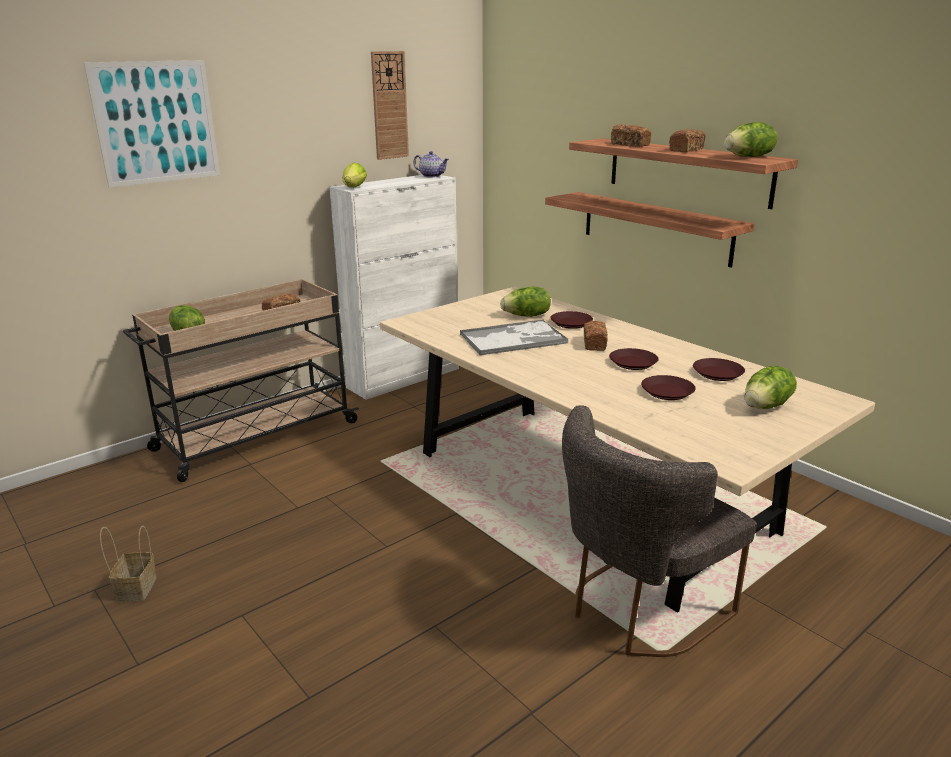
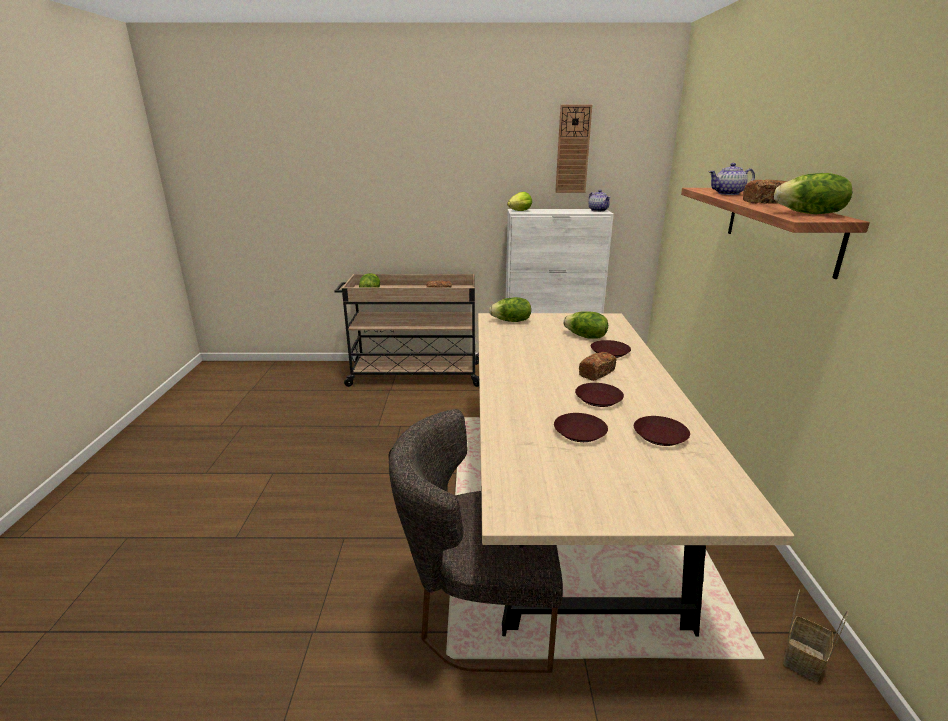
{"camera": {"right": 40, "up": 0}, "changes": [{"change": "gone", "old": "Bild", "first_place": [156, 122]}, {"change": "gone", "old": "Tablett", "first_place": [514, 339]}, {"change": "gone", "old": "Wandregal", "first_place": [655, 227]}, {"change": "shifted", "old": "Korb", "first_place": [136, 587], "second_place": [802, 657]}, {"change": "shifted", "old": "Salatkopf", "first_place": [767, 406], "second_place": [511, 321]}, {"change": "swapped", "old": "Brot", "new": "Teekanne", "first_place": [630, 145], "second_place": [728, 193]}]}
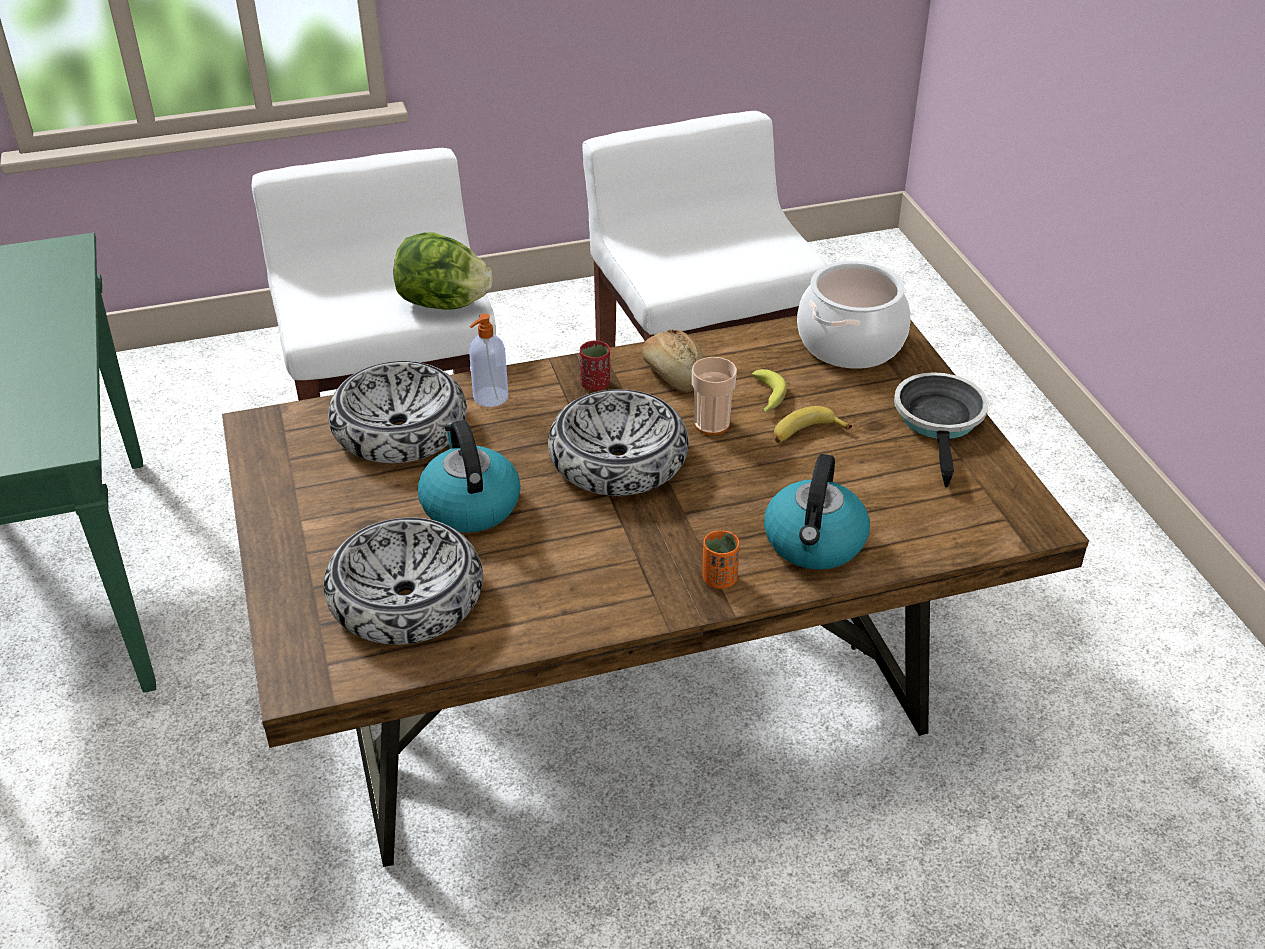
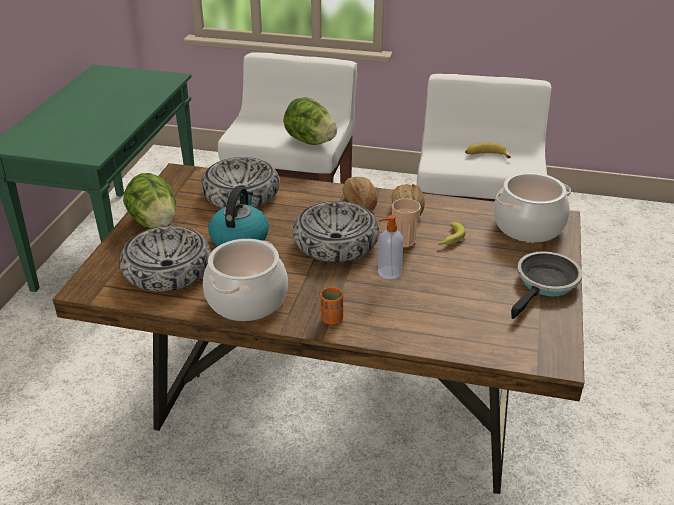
{"camera": {"right": 30, "up": -5}, "changes": [{"change": "gone", "old": "Wasserkessel", "first_place": [814, 543]}, {"change": "new", "new": "Salatkopf", "second_place": [154, 222]}, {"change": "new", "new": "Kochtopf", "second_place": [247, 300]}, {"change": "shifted", "old": "Seifenspender", "first_place": [489, 397], "second_place": [388, 272]}, {"change": "shifted", "old": "Banane", "first_place": [806, 434], "second_place": [486, 155]}, {"change": "swapped", "old": "Tasse [rot]", "new": "Brot", "first_place": [595, 384], "second_place": [359, 203]}]}
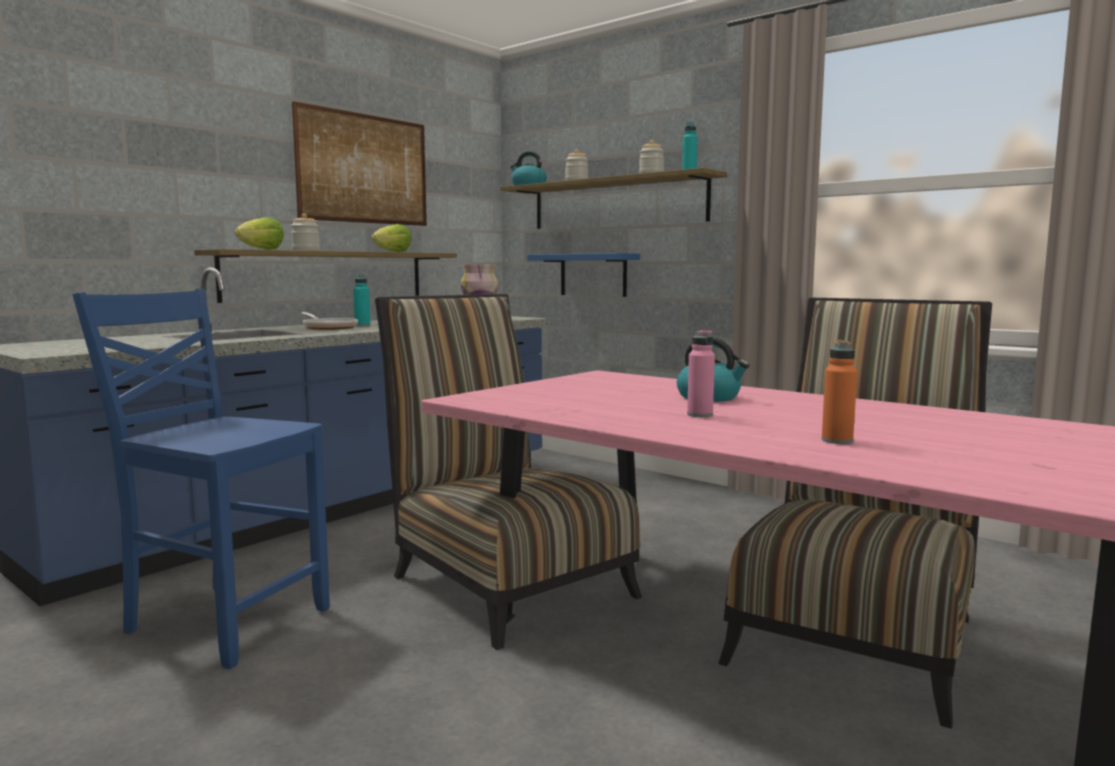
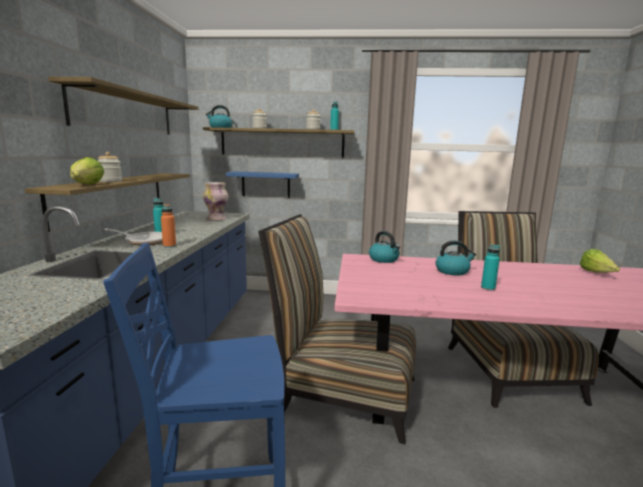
{"camera": {"right": -35, "up": 5}, "changes": [{"change": "new", "new": "Wasserkessel", "second_place": [384, 259]}, {"change": "shifted", "old": "Salatkopf", "first_place": [392, 252], "second_place": [596, 273]}, {"change": "shifted", "old": "Flasche [orange]", "first_place": [837, 441], "second_place": [169, 246]}, {"change": "swapped", "old": "Bild", "new": "Wandregal", "first_place": [364, 169], "second_place": [126, 113]}, {"change": "repainted", "old": "Flasche [rosa]", "new": "Flasche [türkis]", "first_place": [700, 415], "second_place": [488, 288]}]}
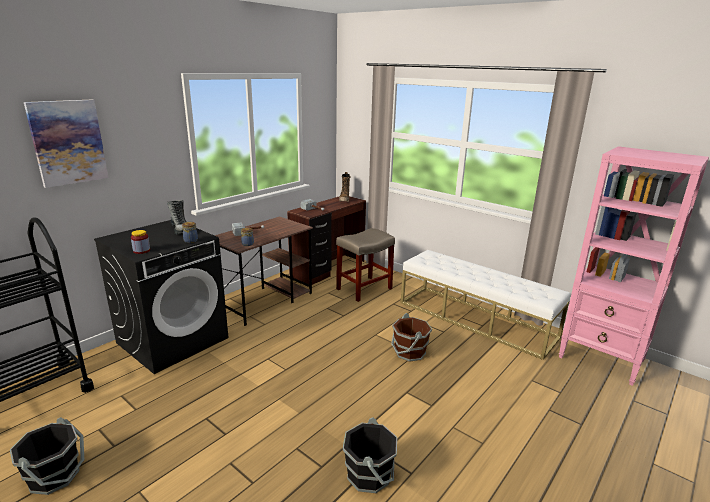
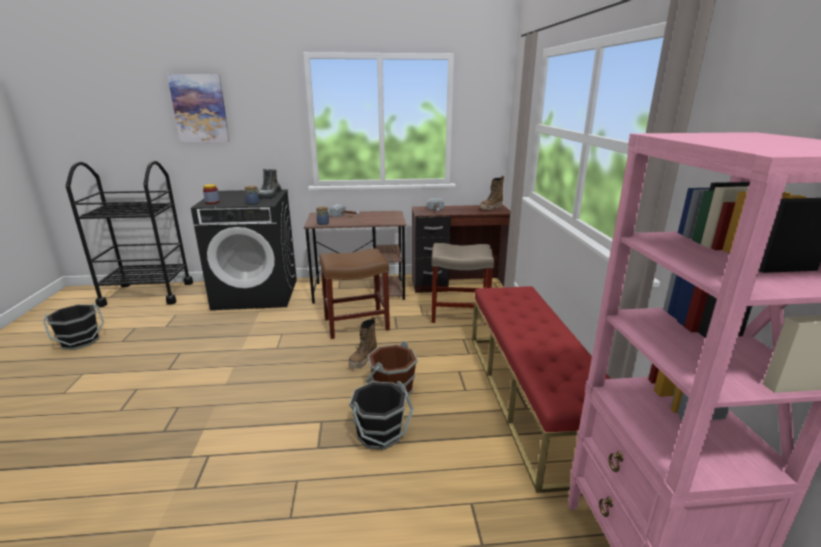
{"camera": {"right": 45, "up": 0}, "changes": [{"change": "new", "new": "Hocker [braun]", "second_place": [355, 324]}, {"change": "new", "new": "Stiefel", "second_place": [363, 360]}, {"change": "shifted", "old": "Eimer [schwarz]", "first_place": [370, 474], "second_place": [380, 434]}, {"change": "repainted", "old": "Bank [weiß]", "new": "Bank [rot]", "first_place": [476, 319], "second_place": [531, 398]}]}
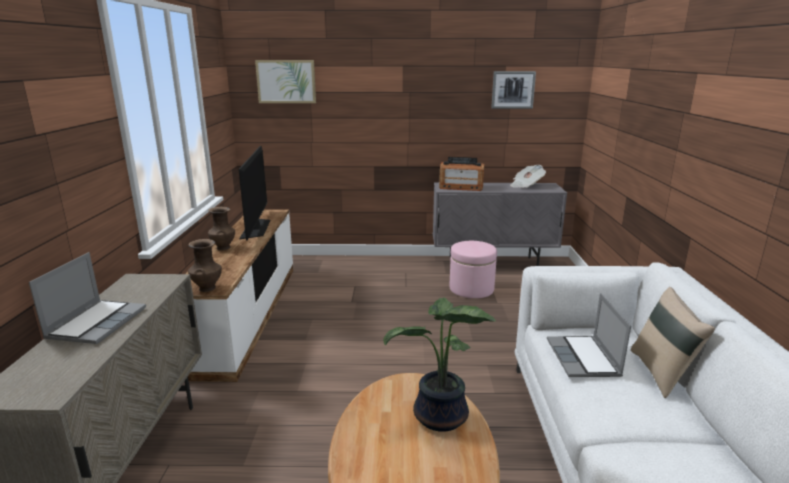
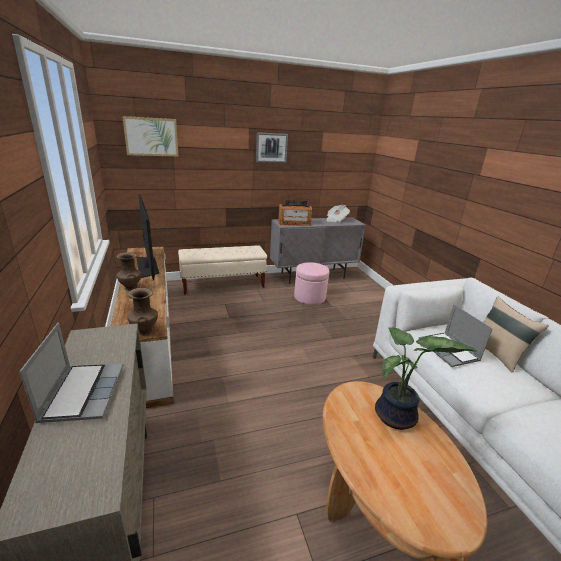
{"camera": {"right": -20, "up": 5}, "changes": [{"change": "new", "new": "Bank [beige]", "second_place": [223, 285]}, {"change": "shifted", "old": "Bild", "first_place": [513, 90], "second_place": [271, 147]}]}
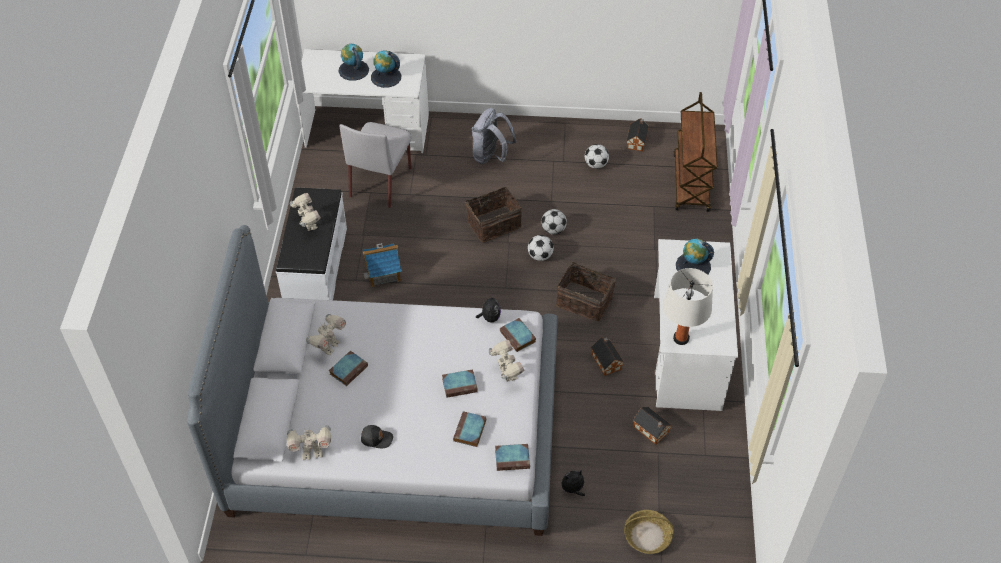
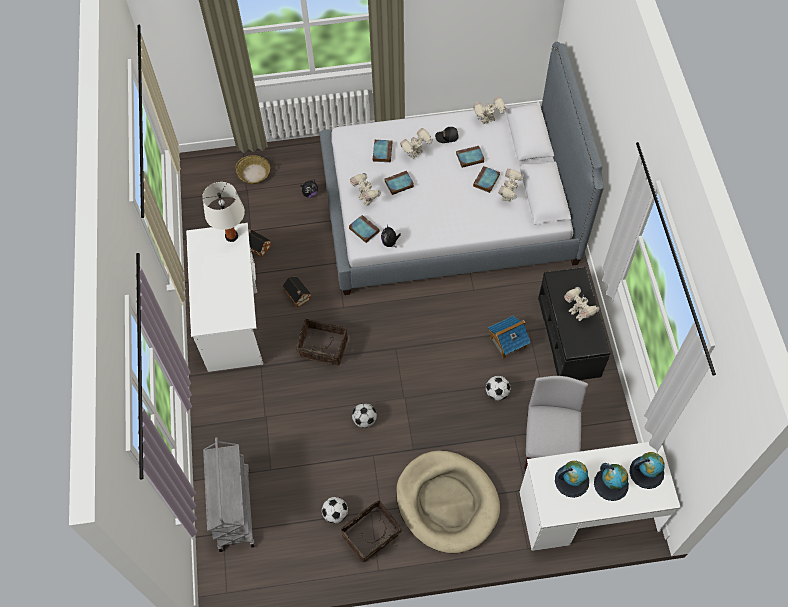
{"camera": {"right": 170, "up": 10}, "changes": [{"change": "gone", "old": "Spielzeughaus", "first_place": [637, 141]}, {"change": "new", "new": "Spielzeugroboter", "second_place": [416, 154]}, {"change": "shifted", "old": "Korb", "first_place": [493, 223], "second_place": [372, 536]}, {"change": "shifted", "old": "Buch", "first_place": [513, 458], "second_place": [469, 158]}, {"change": "shifted", "old": "Fußball", "first_place": [540, 256], "second_place": [497, 393]}, {"change": "shifted", "old": "Globus", "first_place": [693, 266], "second_place": [646, 472]}, {"change": "swapped", "old": "Rucksack [grau]", "new": "Hundebett [beige]", "first_place": [491, 156], "second_place": [447, 502]}, {"change": "repainted", "old": "Bank [weiß]", "new": "Bank [schwarz]", "first_place": [315, 266], "second_place": [569, 336]}, {"change": "repainted", "old": "Rollwagen [braun]", "new": "Rollwagen [grau]", "first_place": [691, 184], "second_place": [233, 507]}]}
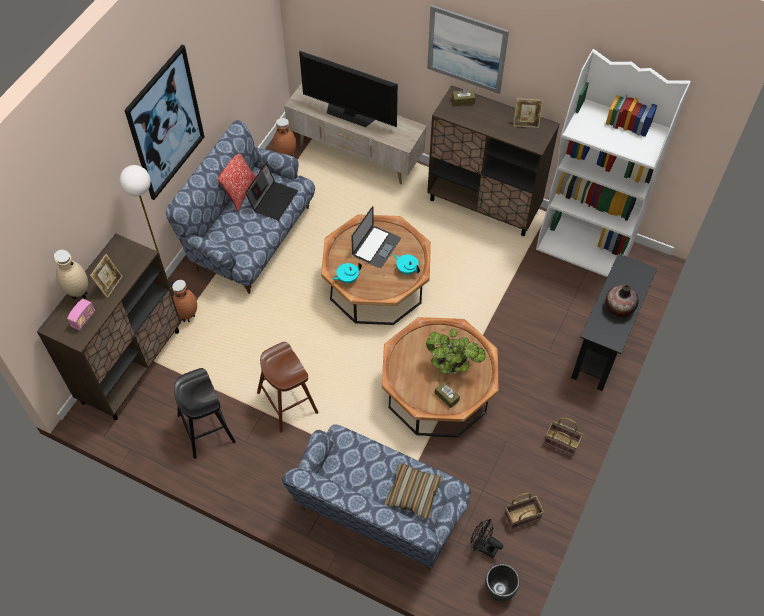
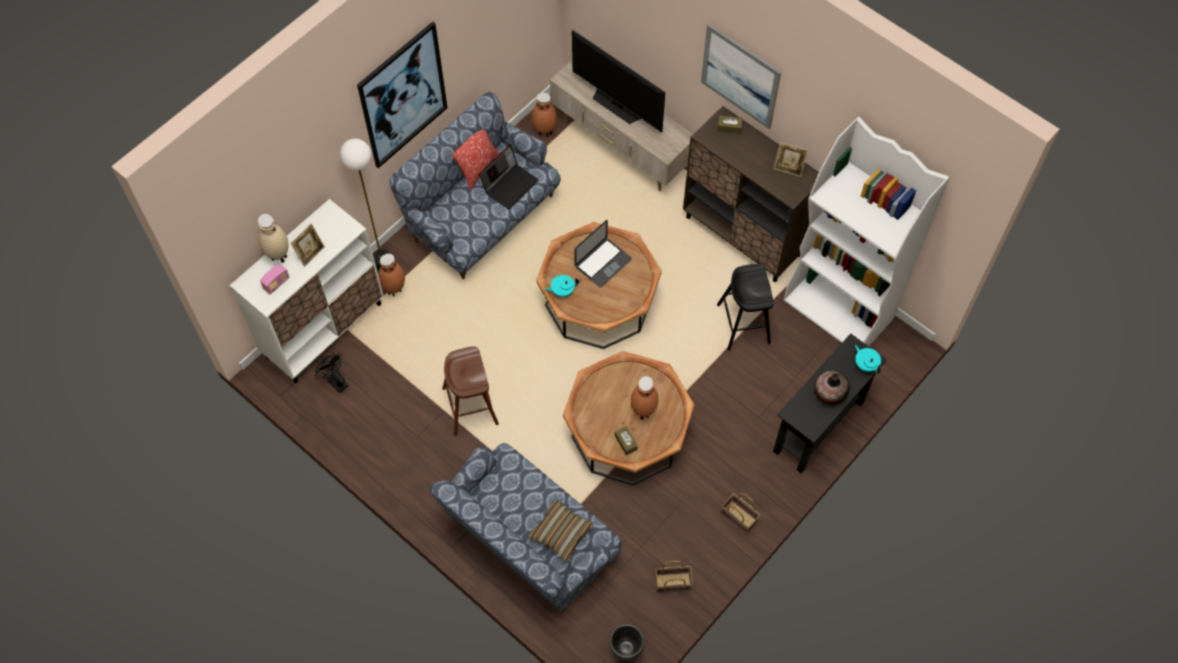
{"camera": {"right": 15, "up": 5}, "changes": [{"change": "shifted", "old": "Hocker [schwarz]", "first_place": [206, 428], "second_place": [743, 324]}, {"change": "shifted", "old": "Teekanne [türkis]", "first_place": [407, 269], "second_place": [865, 364]}, {"change": "shifted", "old": "Ventilator [schwarz]", "first_place": [483, 547], "second_place": [335, 381]}, {"change": "swapped", "old": "Topfpflanze", "new": "Vase [braun]", "first_place": [453, 366], "second_place": [642, 412]}, {"change": "repainted", "old": "Schrank [braun]", "new": "Schrank [weiß]", "first_place": [131, 366], "second_place": [324, 330]}]}
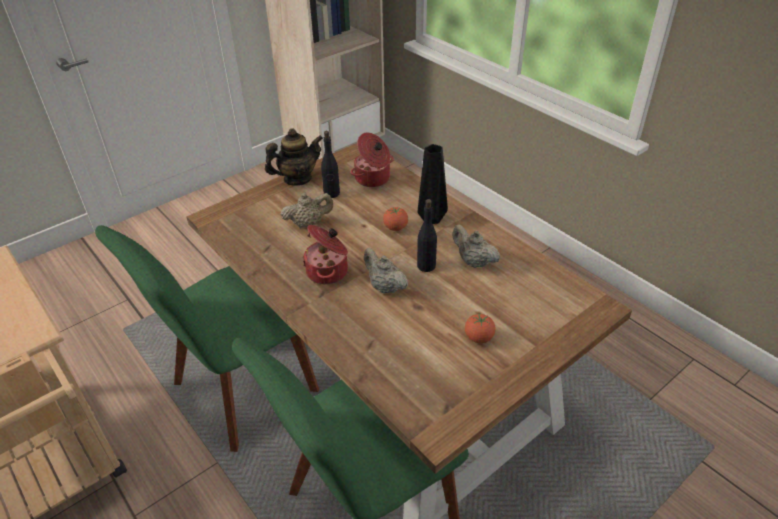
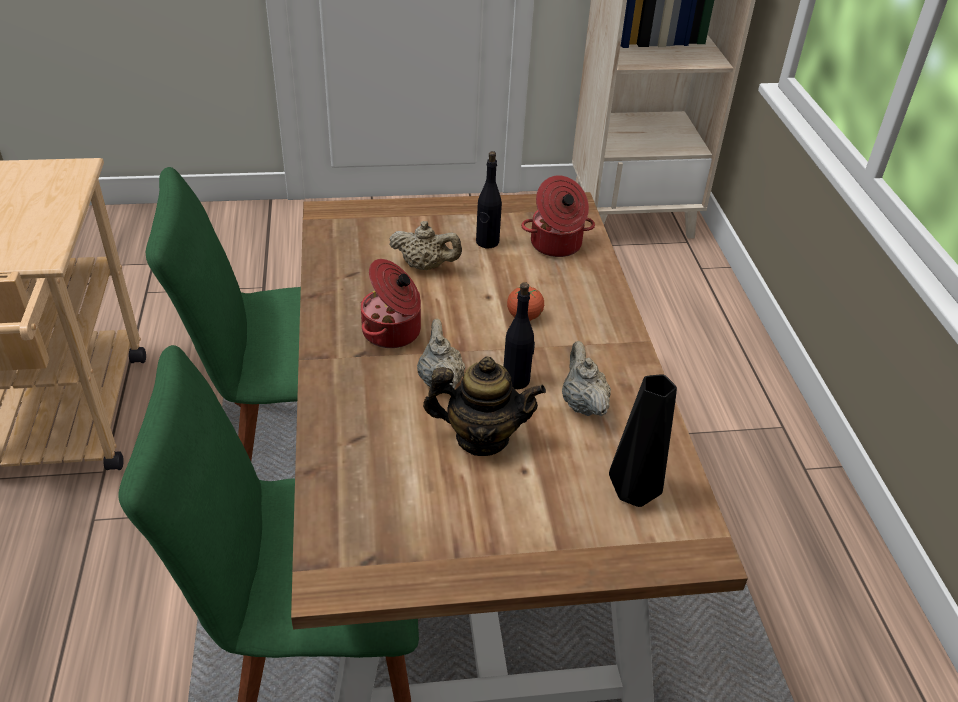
{"camera": {"right": 30, "up": 0}, "changes": [{"change": "gone", "old": "Tomate", "first_place": [478, 338]}, {"change": "shifted", "old": "Teekanne", "first_place": [297, 179], "second_place": [482, 438]}, {"change": "shifted", "old": "Vase [schwarz]", "first_place": [431, 220], "second_place": [633, 495]}]}
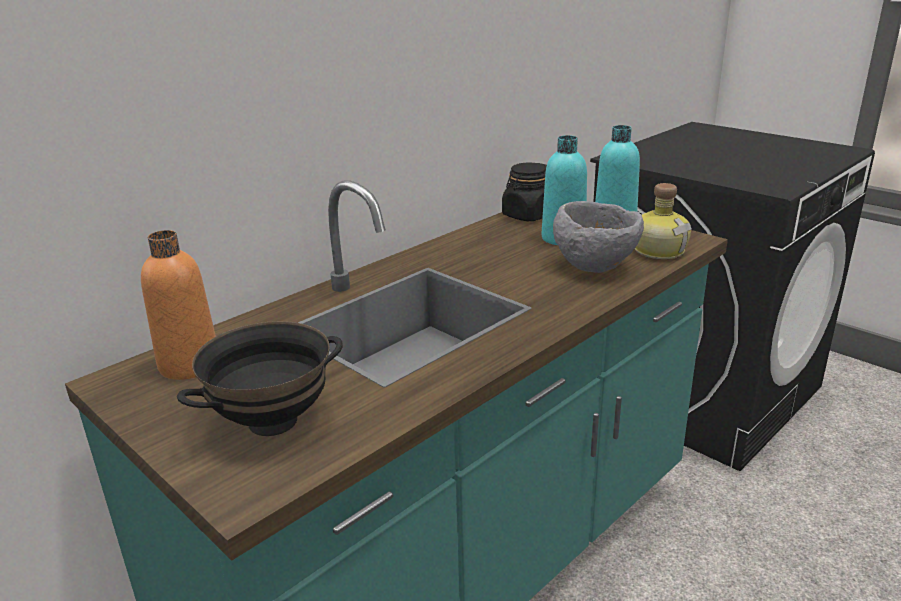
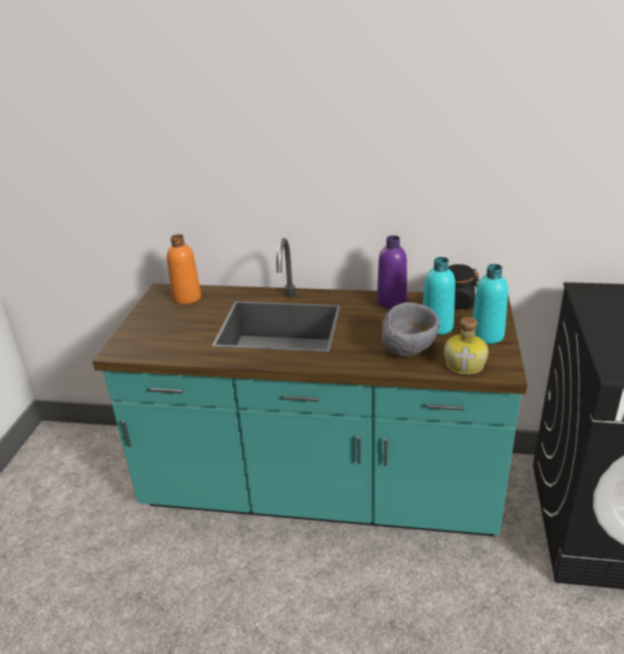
{"camera": {"right": 55, "up": 5}, "changes": [{"change": "gone", "old": "Schüssel [schwarz]", "first_place": [273, 422]}, {"change": "new", "new": "Flasche [lila]", "second_place": [391, 301]}]}
